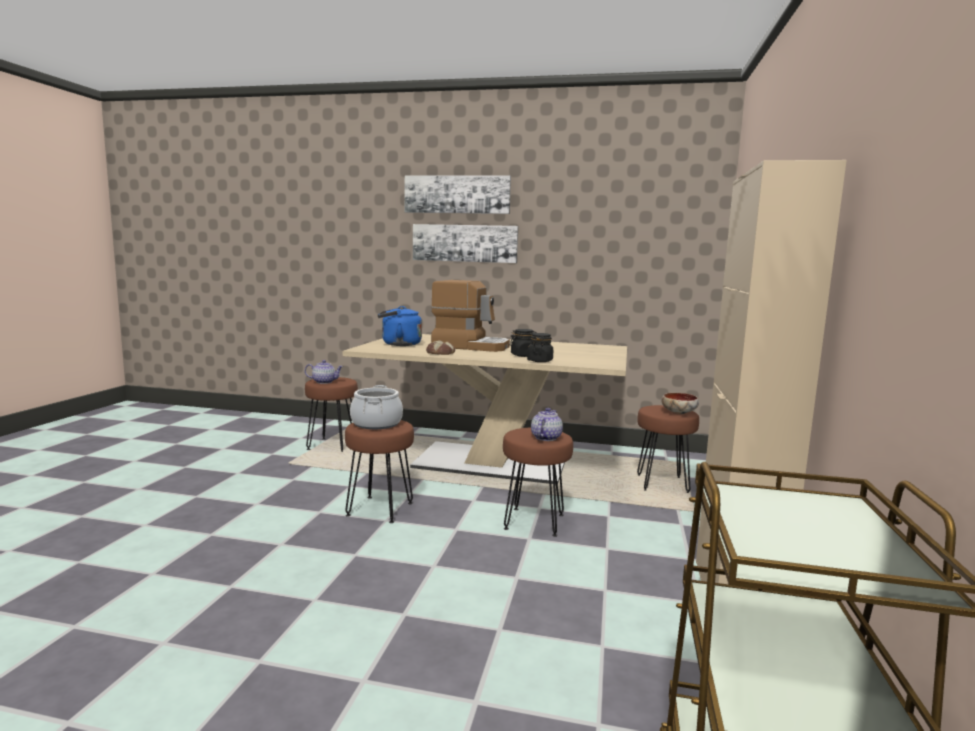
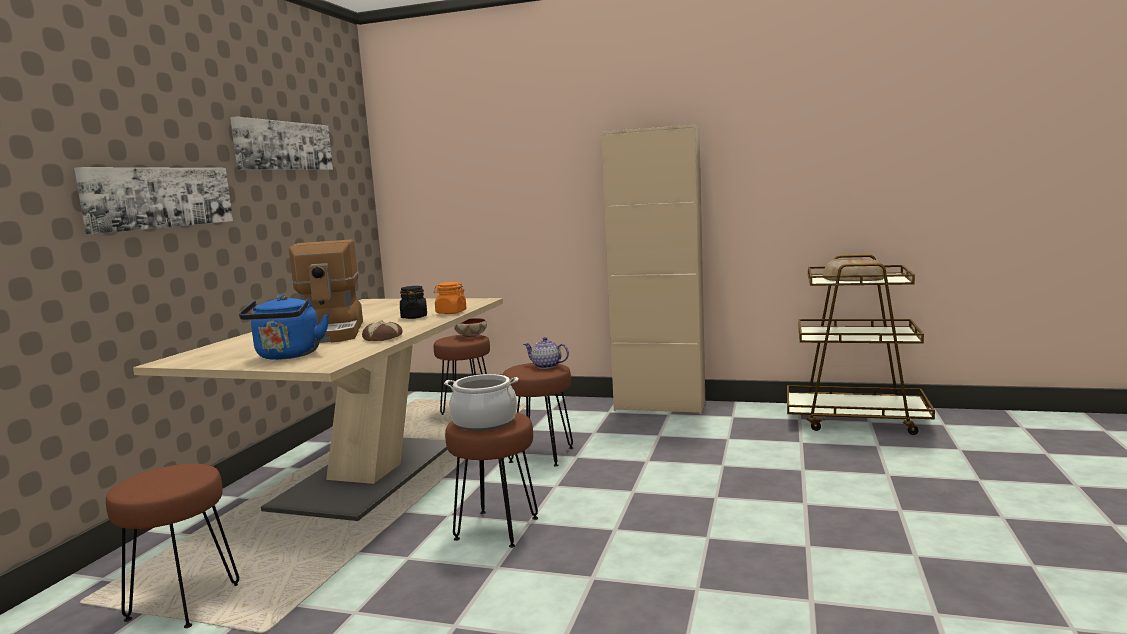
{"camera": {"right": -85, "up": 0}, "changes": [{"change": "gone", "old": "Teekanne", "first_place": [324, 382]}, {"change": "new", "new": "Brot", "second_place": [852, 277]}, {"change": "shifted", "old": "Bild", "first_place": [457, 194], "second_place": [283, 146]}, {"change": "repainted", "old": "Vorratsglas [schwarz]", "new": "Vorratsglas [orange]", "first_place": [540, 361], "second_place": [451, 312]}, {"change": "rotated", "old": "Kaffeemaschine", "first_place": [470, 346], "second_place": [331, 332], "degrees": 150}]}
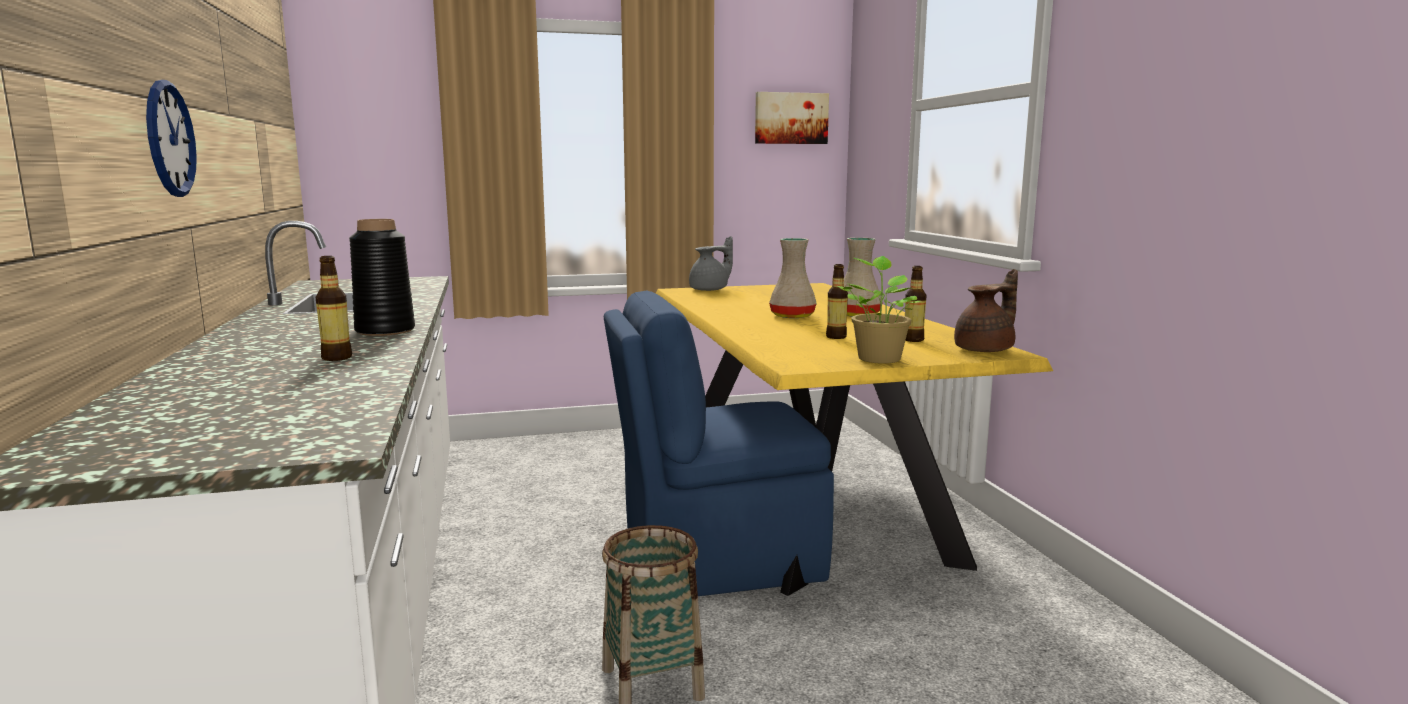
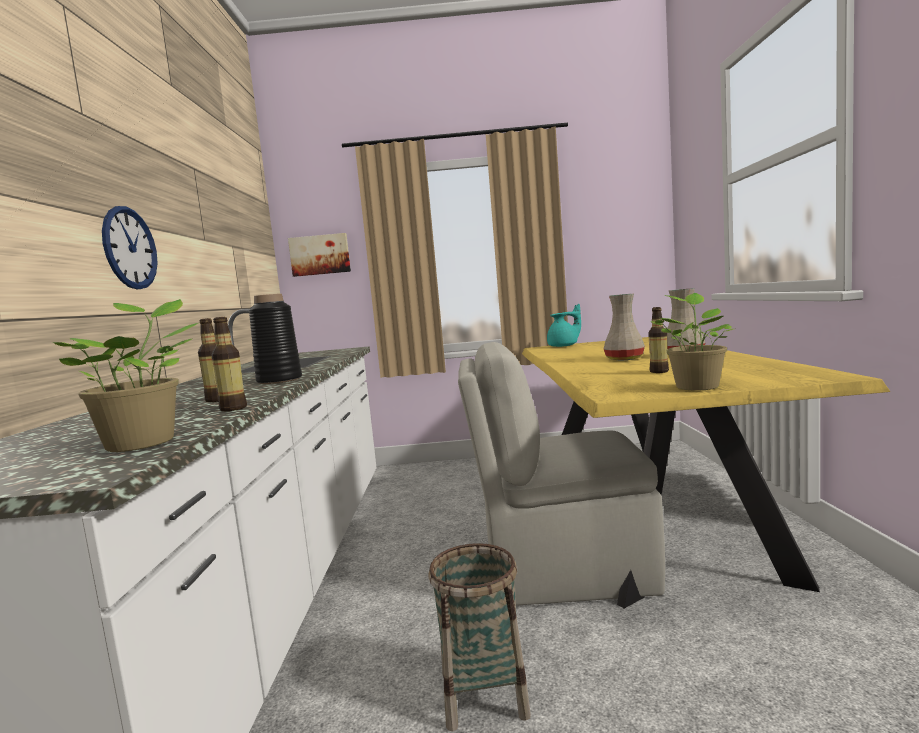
{"camera": {"right": 15, "up": -5}, "changes": [{"change": "gone", "old": "Teekanne [braun]", "first_place": [986, 350]}, {"change": "new", "new": "Topfpflanze", "second_place": [145, 442]}, {"change": "shifted", "old": "Bild", "first_place": [790, 118], "second_place": [320, 255]}, {"change": "shifted", "old": "Flasche", "first_place": [913, 340], "second_place": [233, 408]}, {"change": "repainted", "old": "Stuhl [blau]", "new": "Stuhl [beige]", "first_place": [717, 560], "second_place": [563, 569]}, {"change": "repainted", "old": "Teekanne [grau]", "new": "Teekanne [türkis]", "first_place": [710, 290], "second_place": [564, 346]}]}
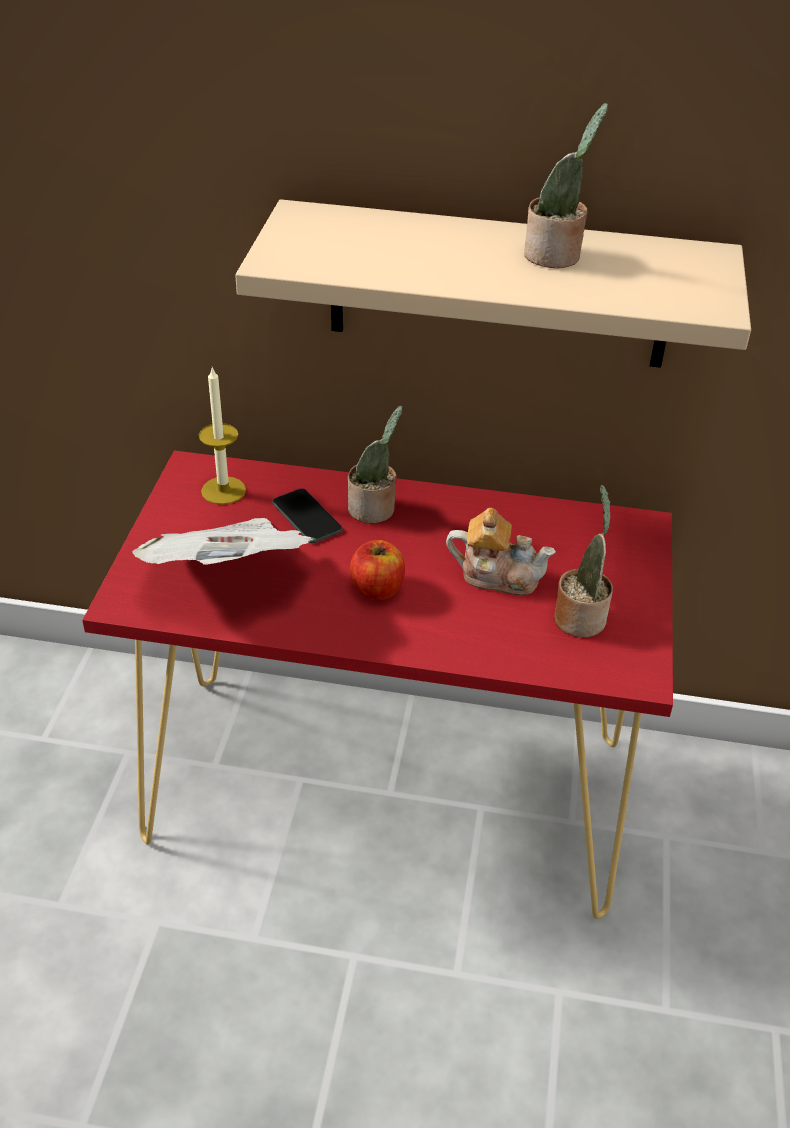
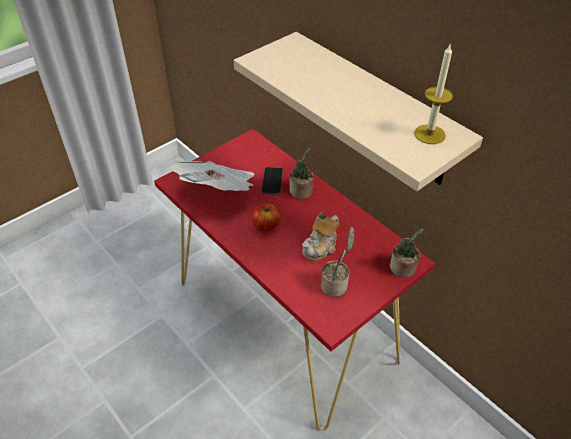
{"camera": {"right": 40, "up": 5}, "changes": [{"change": "shifted", "old": "Kerze", "first_place": [223, 490], "second_place": [429, 134]}, {"change": "shifted", "old": "Topfpflanze", "first_place": [555, 256], "second_place": [403, 269]}, {"change": "rotated", "old": "Teekanne", "first_place": [498, 575], "second_place": [320, 247], "degrees": 75}]}
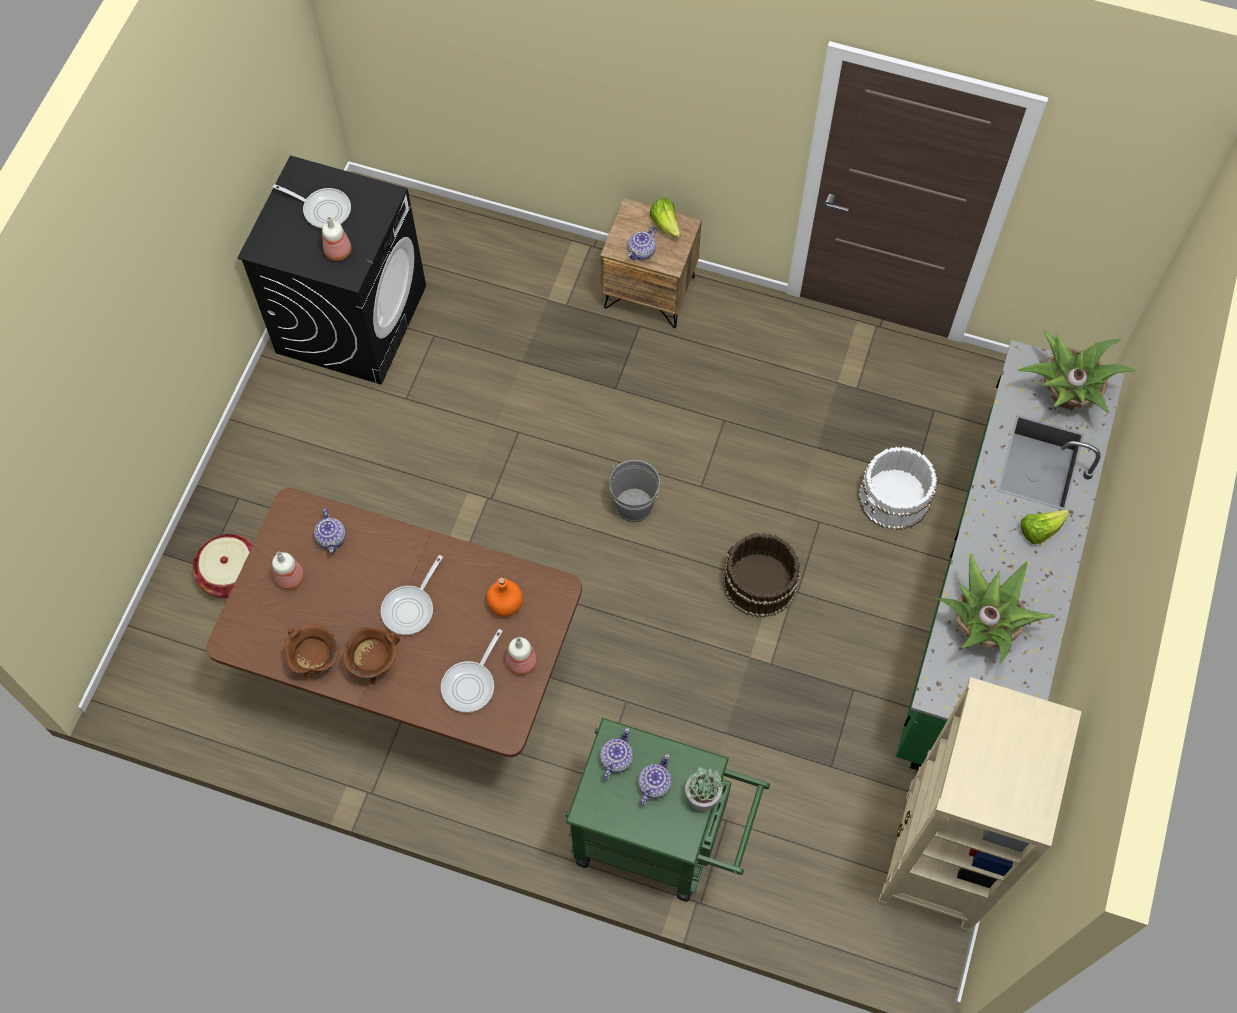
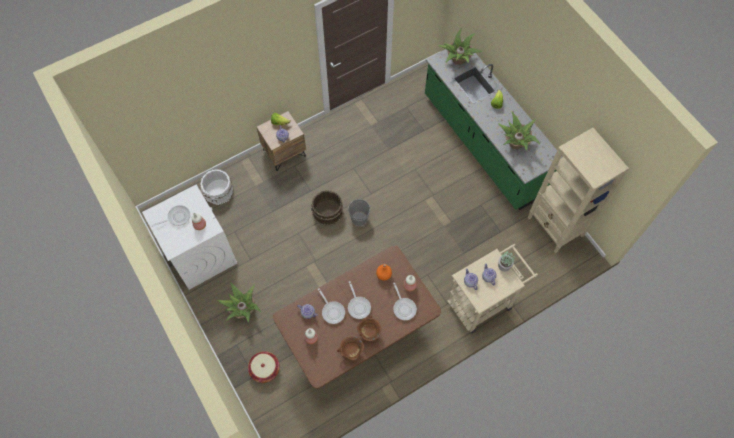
{"camera": {"right": -50, "up": 0}, "changes": [{"change": "new", "new": "Topfpflanze", "second_place": [243, 310]}, {"change": "new", "new": "Pfanne", "second_place": [332, 311]}, {"change": "shifted", "old": "Eimer [braun]", "first_place": [759, 584], "second_place": [327, 212]}, {"change": "shifted", "old": "Eimer [weiß]", "first_place": [894, 498], "second_place": [219, 191]}, {"change": "repainted", "old": "Waschmaschine [schwarz]", "new": "Waschmaschine [weiß]", "first_place": [351, 318], "second_place": [200, 253]}, {"change": "repainted", "old": "Rollwagen [grün]", "new": "Rollwagen [beige]", "first_place": [660, 839], "second_place": [484, 301]}]}
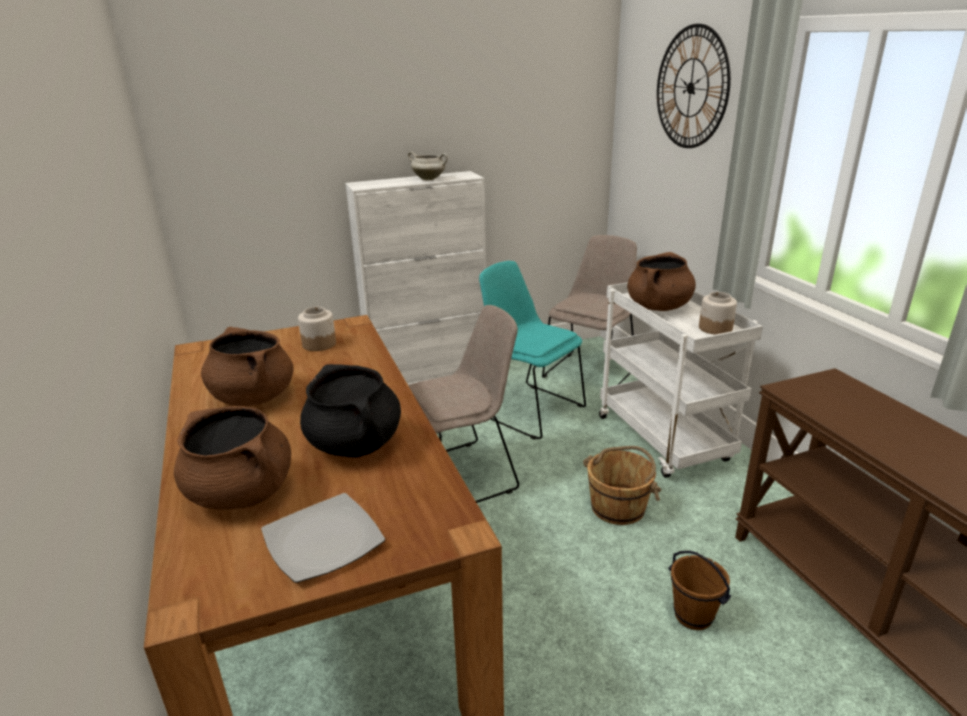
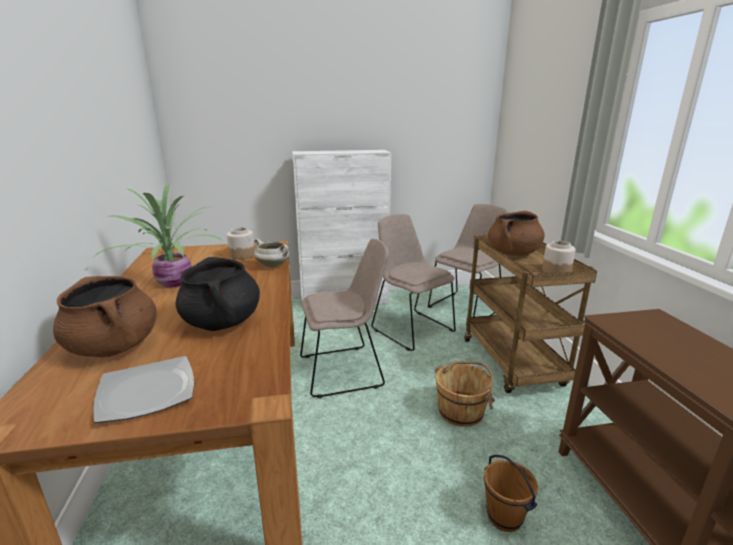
{"camera": {"right": 10, "up": -5}, "changes": [{"change": "gone", "old": "Wanduhr", "first_place": [691, 88]}, {"change": "shifted", "old": "Kochtopf [weiß]", "first_place": [429, 179], "second_place": [273, 266]}, {"change": "swapped", "old": "Kochtopf [braun]", "new": "Topfpflanze", "first_place": [253, 397], "second_place": [172, 283]}, {"change": "repainted", "old": "Stuhl [türkis]", "new": "Stuhl [beige]", "first_place": [529, 409], "second_place": [411, 329]}, {"change": "repainted", "old": "Rollwagen [weiß]", "new": "Rollwagen [braun]", "first_place": [665, 440], "second_place": [513, 363]}]}
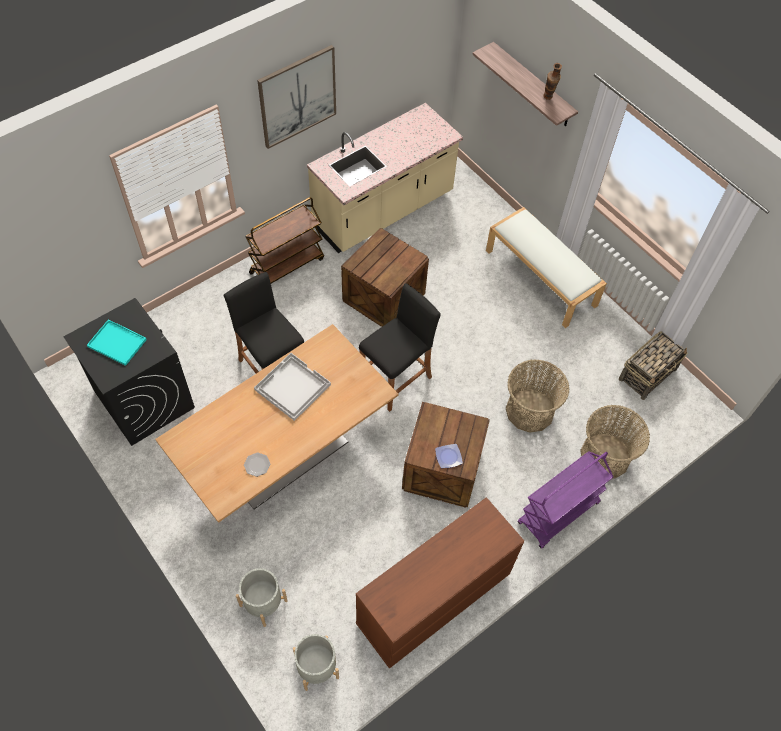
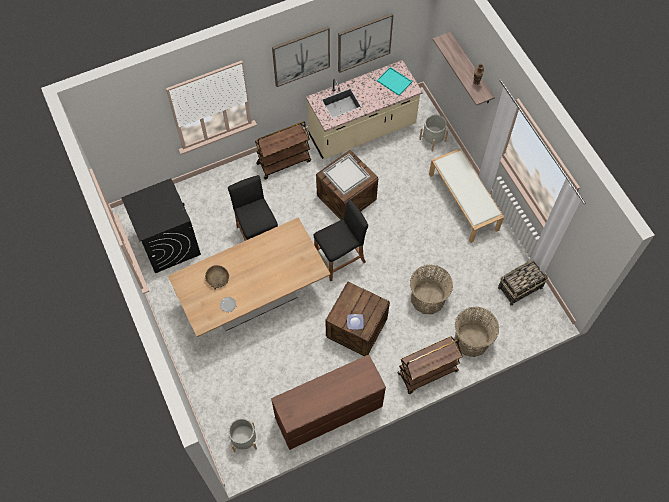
{"camera": {"right": 15, "up": 5}, "changes": [{"change": "new", "new": "Schüssel [braun]", "second_place": [217, 278]}, {"change": "new", "new": "Bild", "second_place": [364, 42]}, {"change": "shifted", "old": "Tablett [türkis]", "first_place": [118, 343], "second_place": [395, 82]}, {"change": "shifted", "old": "Pflanzkübel [grau]", "first_place": [263, 603], "second_place": [432, 140]}, {"change": "shifted", "old": "Tablett [weiß]", "first_place": [292, 387], "second_place": [345, 175]}, {"change": "repainted", "old": "Rollwagen [lila]", "new": "Rollwagen [braun]", "first_place": [558, 513], "second_place": [427, 373]}]}
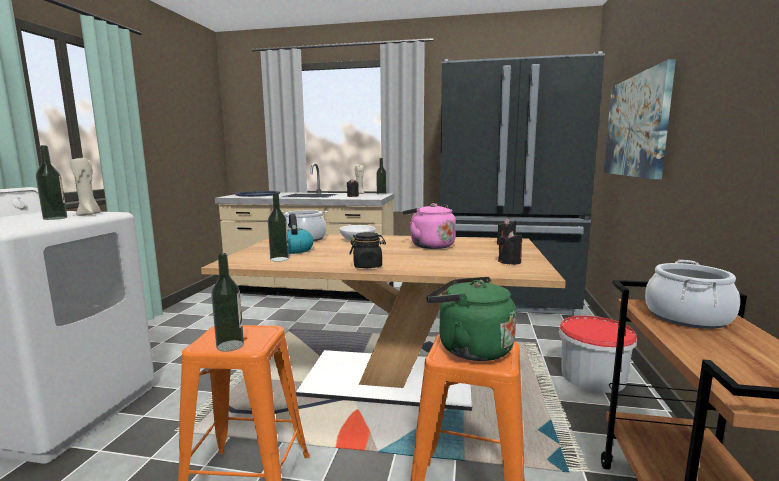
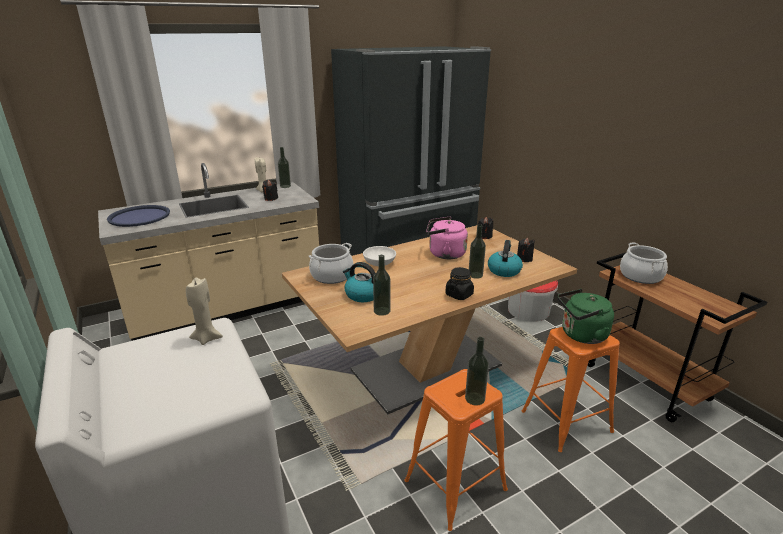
{"camera": {"right": -40, "up": 15}, "changes": [{"change": "gone", "old": "Bild", "first_place": [636, 126]}, {"change": "new", "new": "Wasserkessel", "second_place": [504, 270]}, {"change": "shifted", "old": "Flasche", "first_place": [55, 218], "second_place": [475, 275]}]}
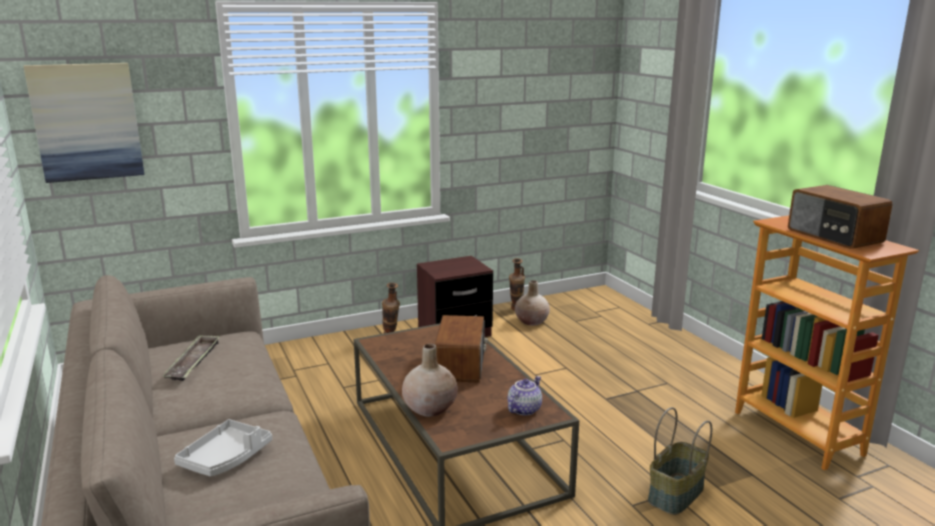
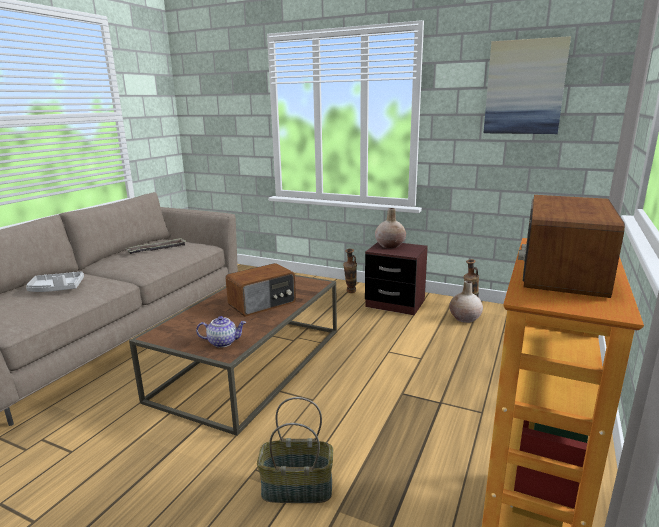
{"camera": {"right": 50, "up": 0}, "changes": [{"change": "shifted", "old": "Bild", "first_place": [87, 122], "second_place": [524, 87]}, {"change": "shifted", "old": "Vase [beige]", "first_place": [430, 408], "second_place": [390, 245]}]}
